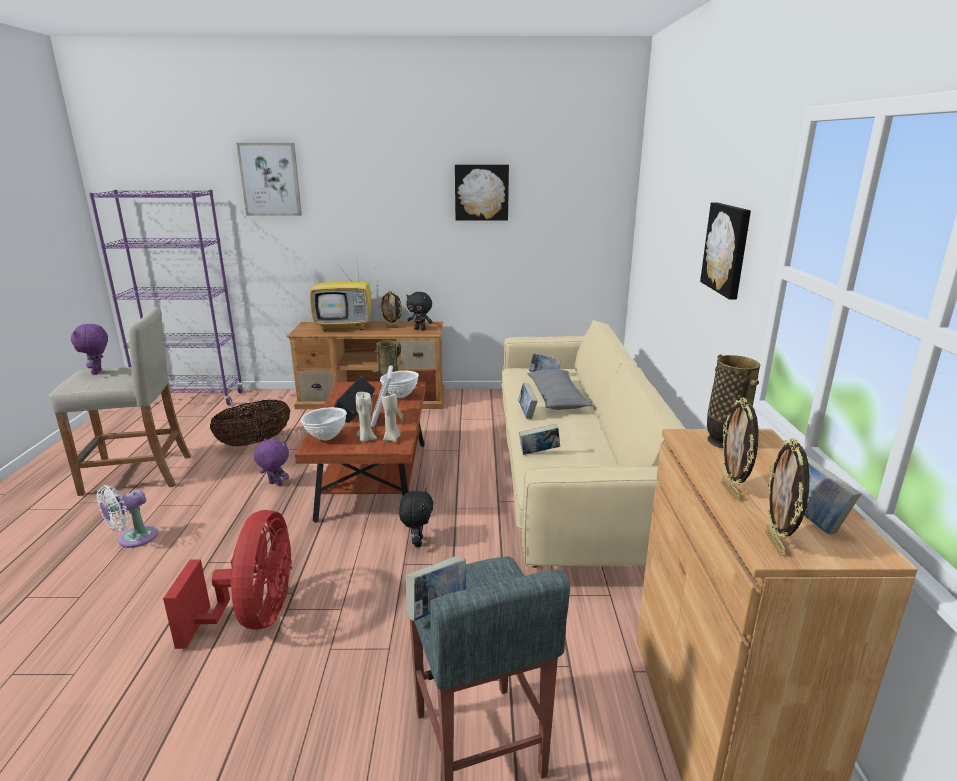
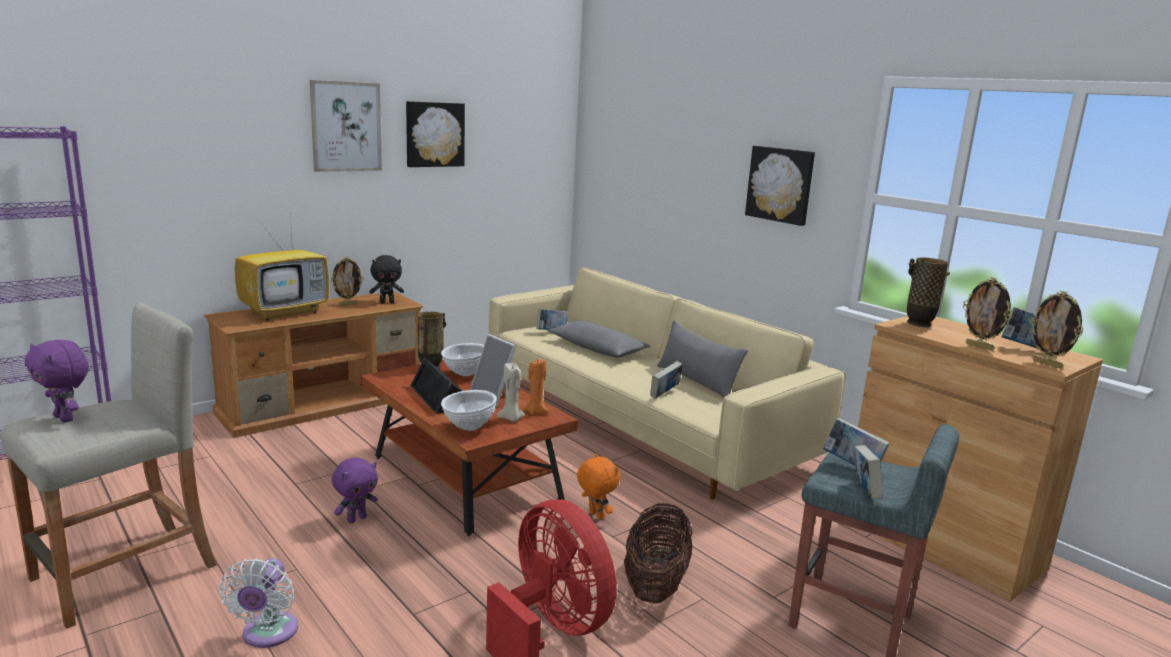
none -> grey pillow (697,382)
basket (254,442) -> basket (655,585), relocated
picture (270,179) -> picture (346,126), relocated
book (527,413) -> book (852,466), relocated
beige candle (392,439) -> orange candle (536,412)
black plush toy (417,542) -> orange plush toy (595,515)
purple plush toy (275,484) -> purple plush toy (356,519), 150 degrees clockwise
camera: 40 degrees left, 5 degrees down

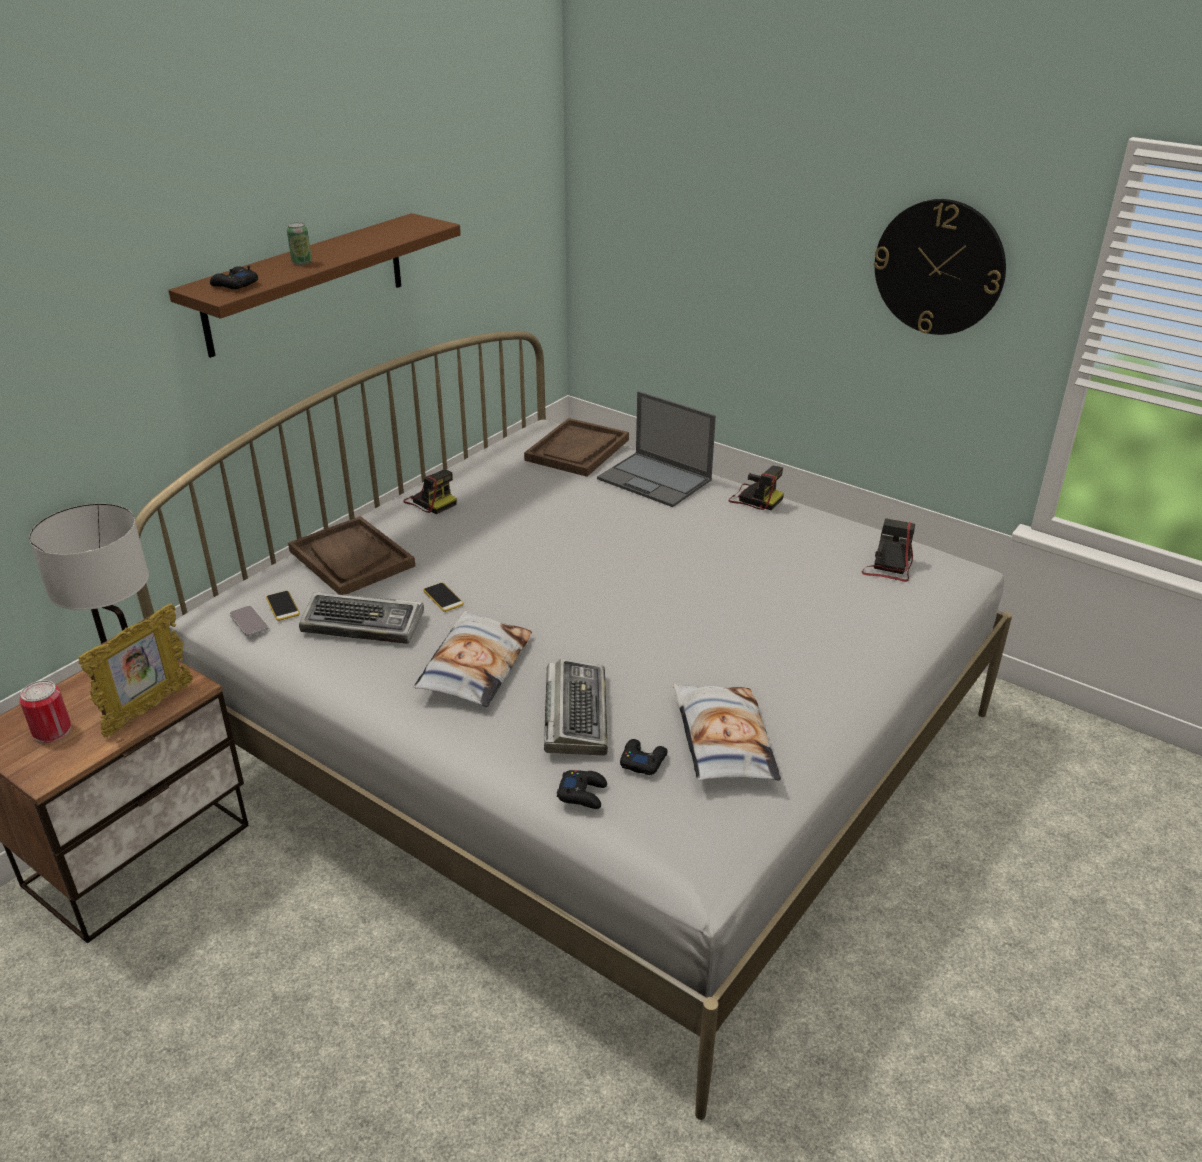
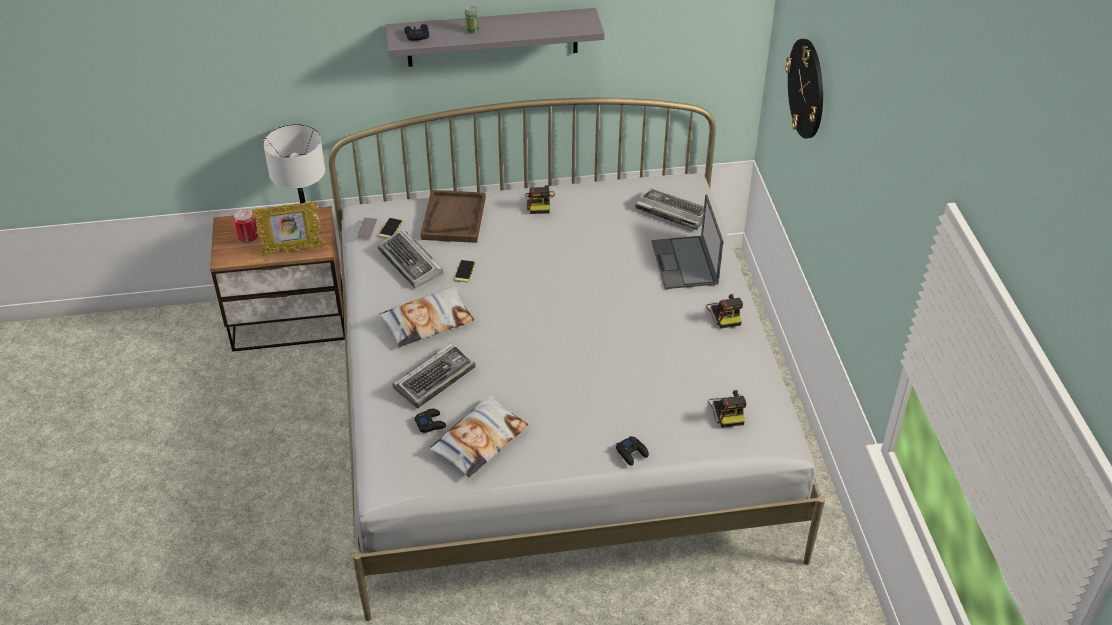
black game controller (582,793) -> black game controller (632,453), relocated
wall clock (939,267) -> wall clock (807,88), relocated
brown tray (577,450) -> keyboard (671,213)
brown shelf (306,283) -> grey shelf (492,37)
photo camera (889,566) -> photo camera (728,411), 105 degrees clockwise
camera: 45 degrees right, 10 degrees up

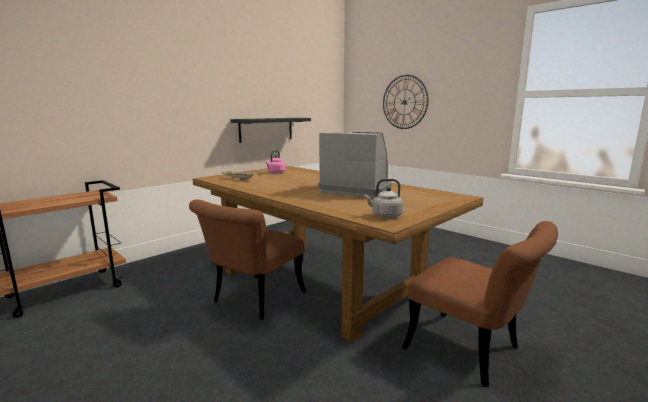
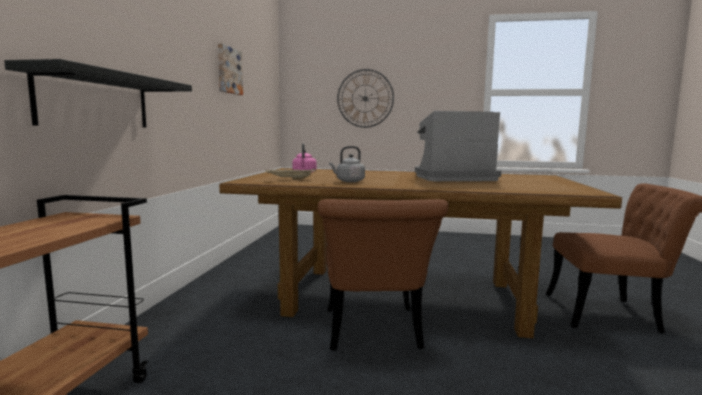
none -> picture (228,70)
black shelf (266,129) -> black shelf (96,101), relocated
grey kettle (385,215) -> grey kettle (349,181), relocated
camera: 35 degrees left, 5 degrees down

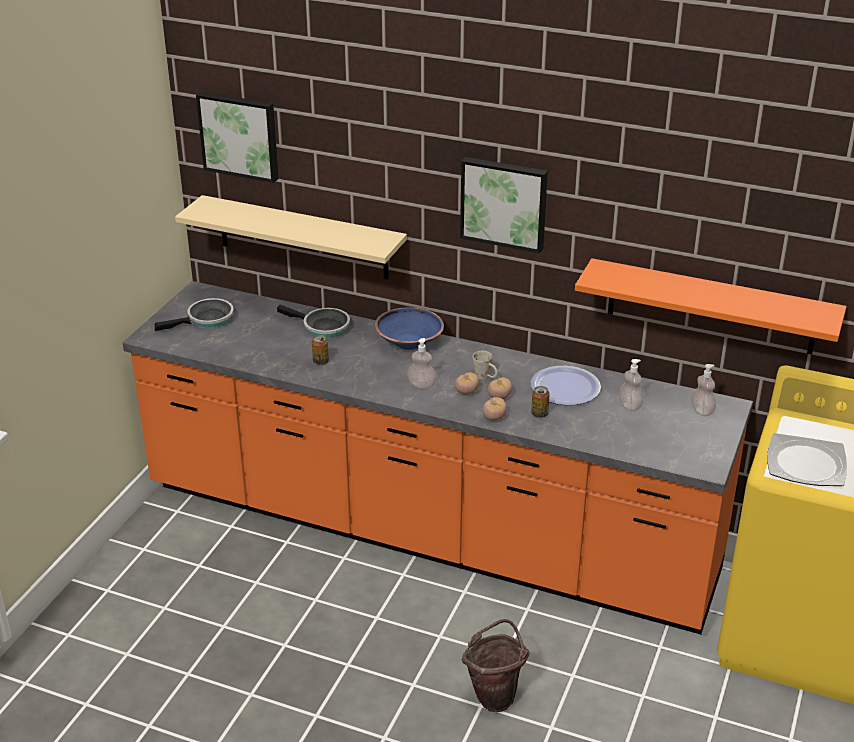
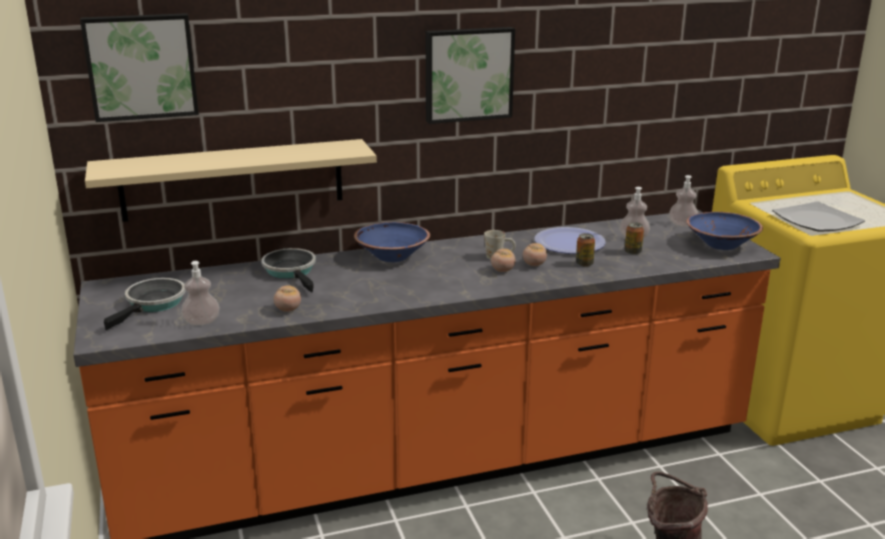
orange shelf (711,307) -> none
none -> blue bowl (721,245)
can (320,361) -> can (633,252), relocated
soap dispenser (421,385) -> soap dispenser (201,322), relocated
tomato (494,417) -> tomato (288,310), relocated
frying pan (322,327) -> frying pan (291,271), 105 degrees counterclockwise
camera: 40 degrees left, 10 degrees down

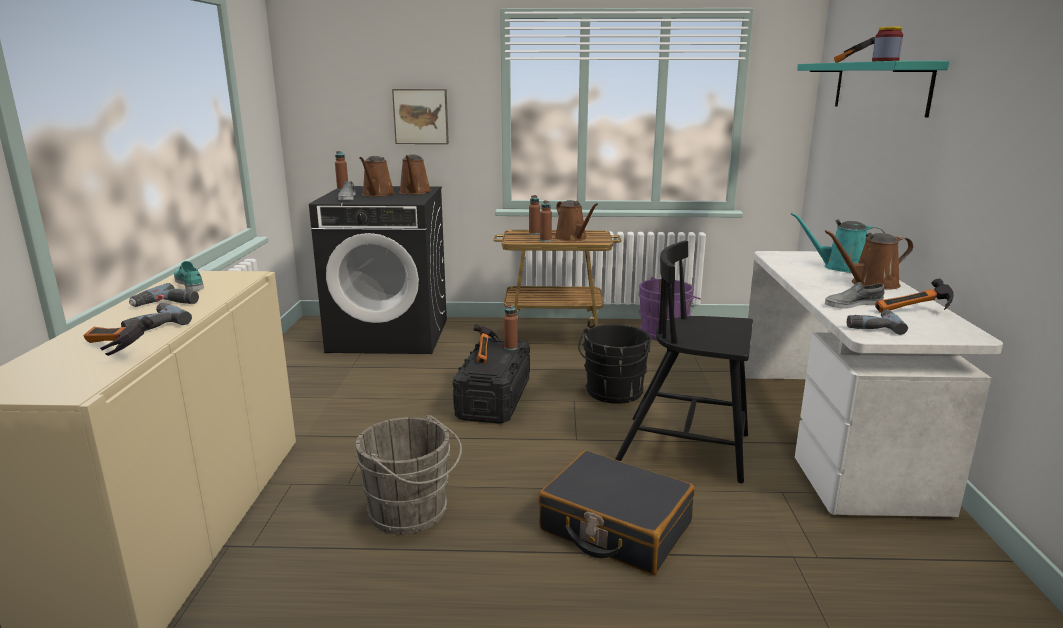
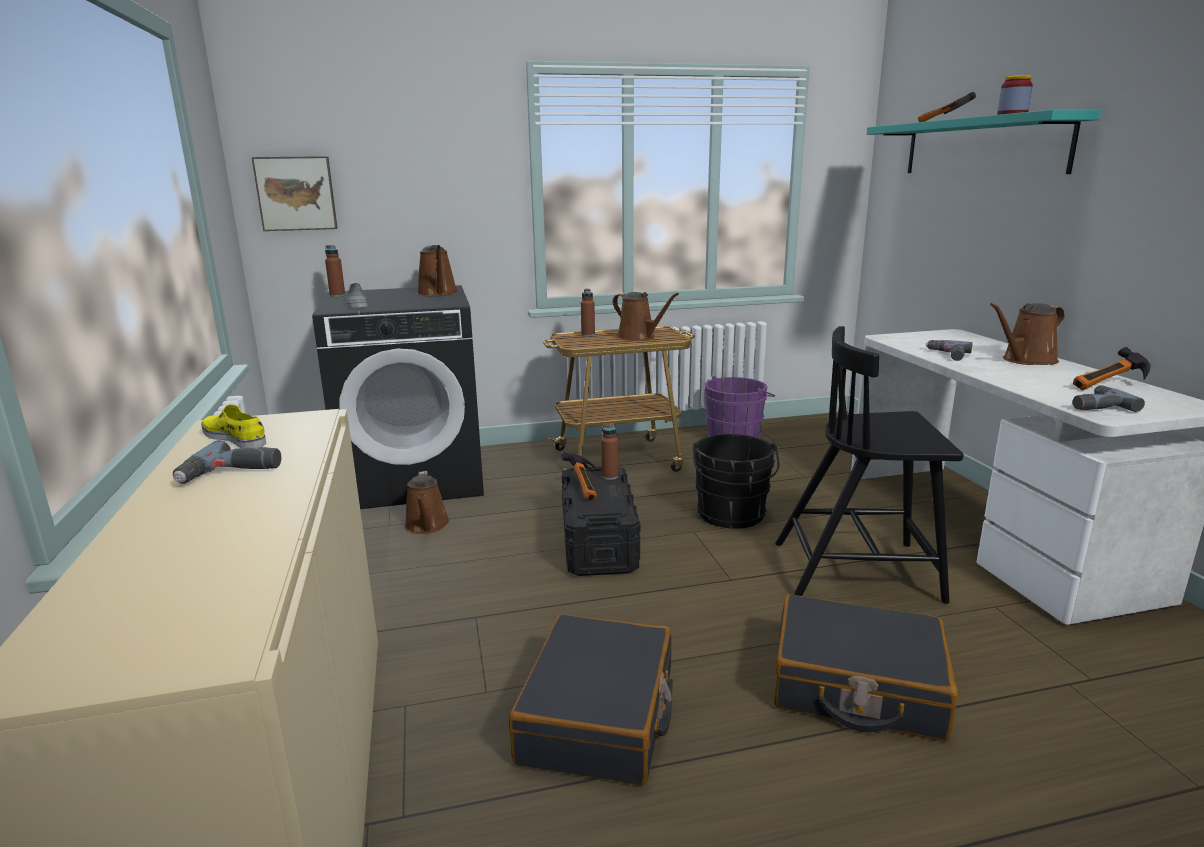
hammer (110,352) -> none
brown bottle (545,240) -> none
turquoise watering can (840,267) -> none
grey shoe (852,304) -> none
power drill (152,325) -> power drill (947,355), relocated
brown watering can (377,194) -> brown watering can (427,526), relocated
picture (421,116) -> picture (296,193), relocated
grey bucket (412,513) -> black suitcase (599,716)
turquoise shoe (190,283) -> yellow shoe (235,438)
camera: 15 degrees left, 0 degrees up

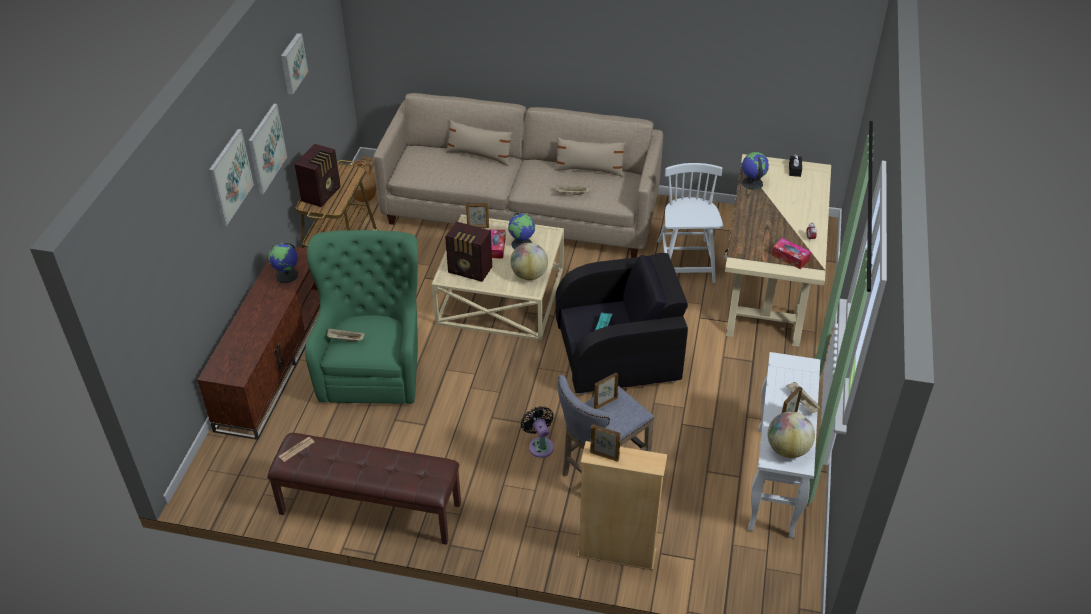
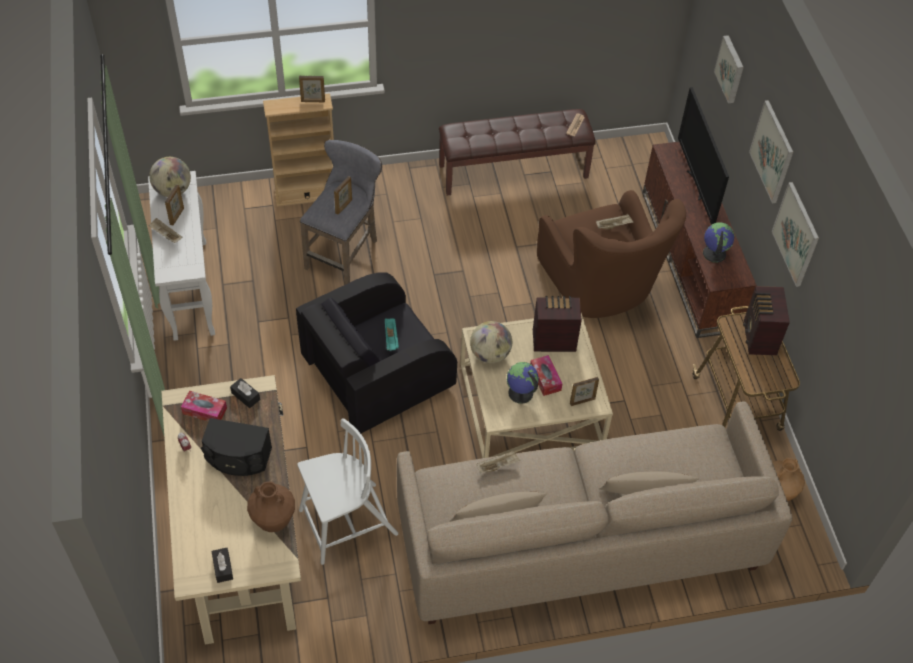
black fan (540,445) -> none
none -> black speaker (238,458)
none -> black tissue box (245,396)
none -> television (696,185)
picture (292,63) -> picture (731,69), relocated
globe (752,183) -> brown vase (274,521)
green armchair (373,364) -> brown armchair (601,286)
white chair (685,263) -> white chair (346,523), 90 degrees counterclockwise
camera: 155 degrees right, 10 degrees up

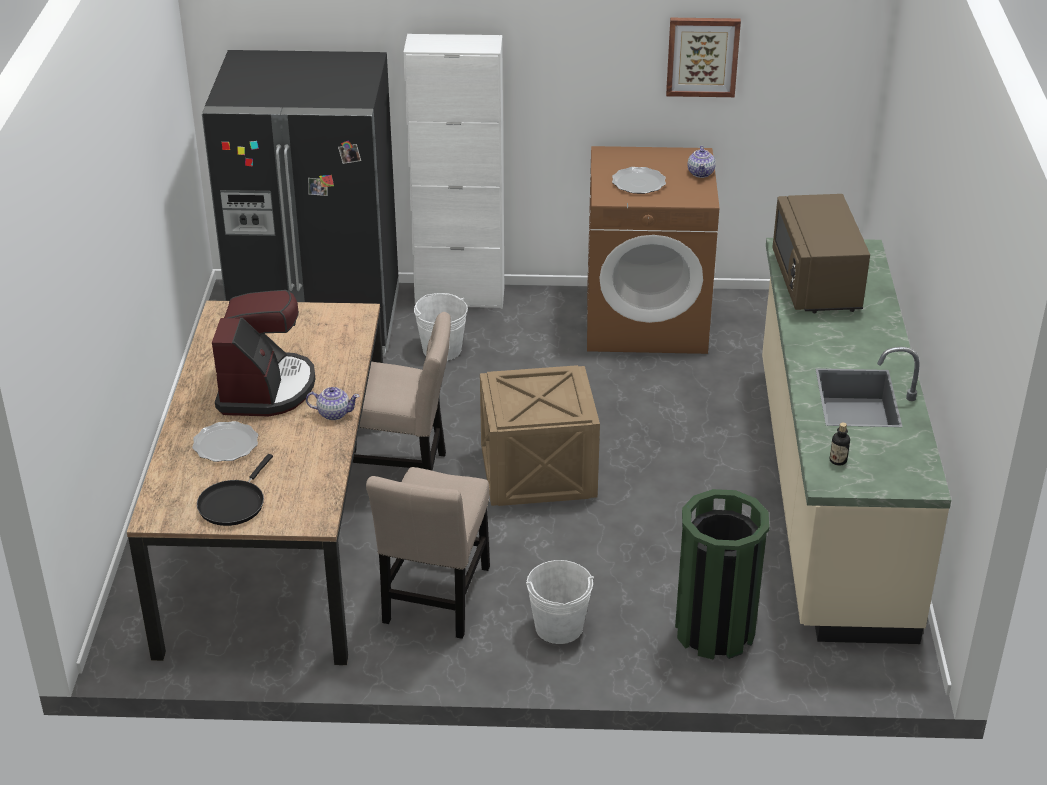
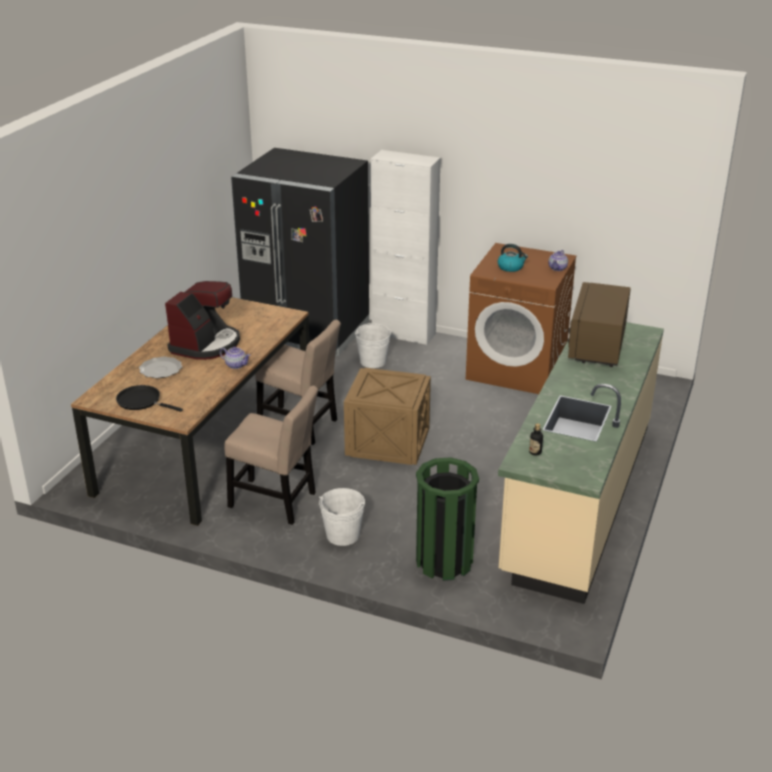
picture (702,56) -> none
plate (638,183) -> kettle (511,267)
black frying pan (234,503) -> black frying pan (141,401), 75 degrees clockwise
beige chair (436,600) -> beige chair (276,501), 105 degrees counterclockwise
camera: 20 degrees right, 5 degrees down

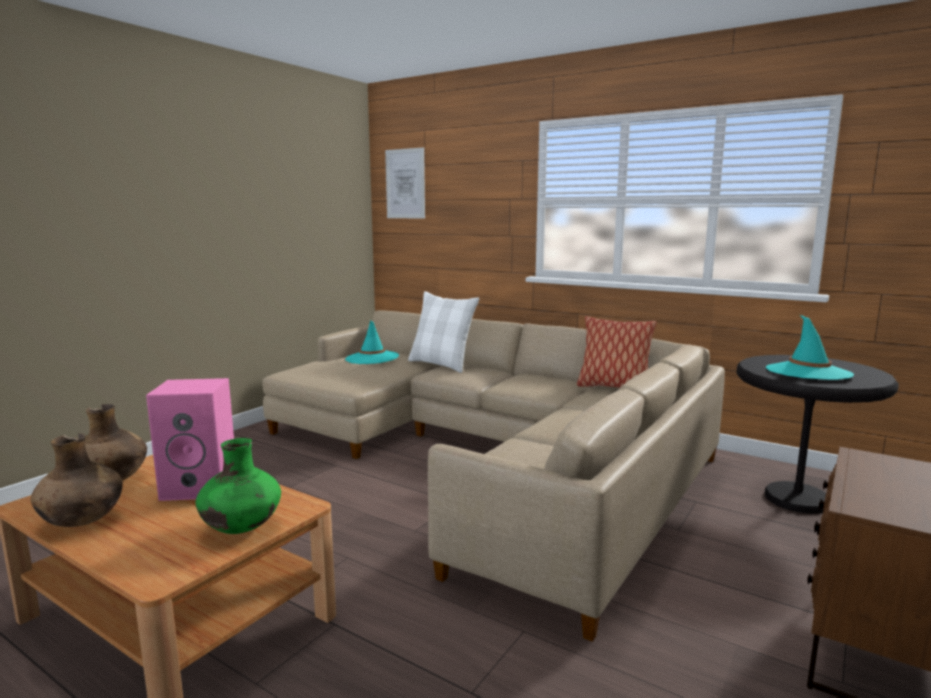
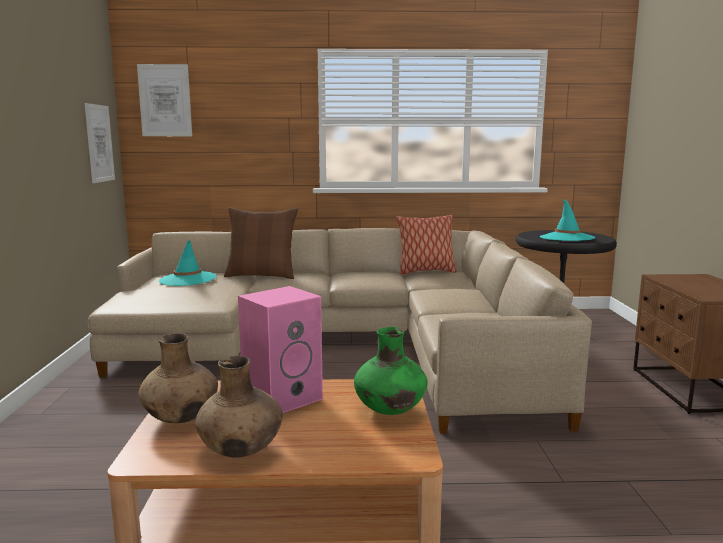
none -> picture (99,143)
white pillow (441,364) -> brown pillow (261,275)
camera: 35 degrees left, 0 degrees up

